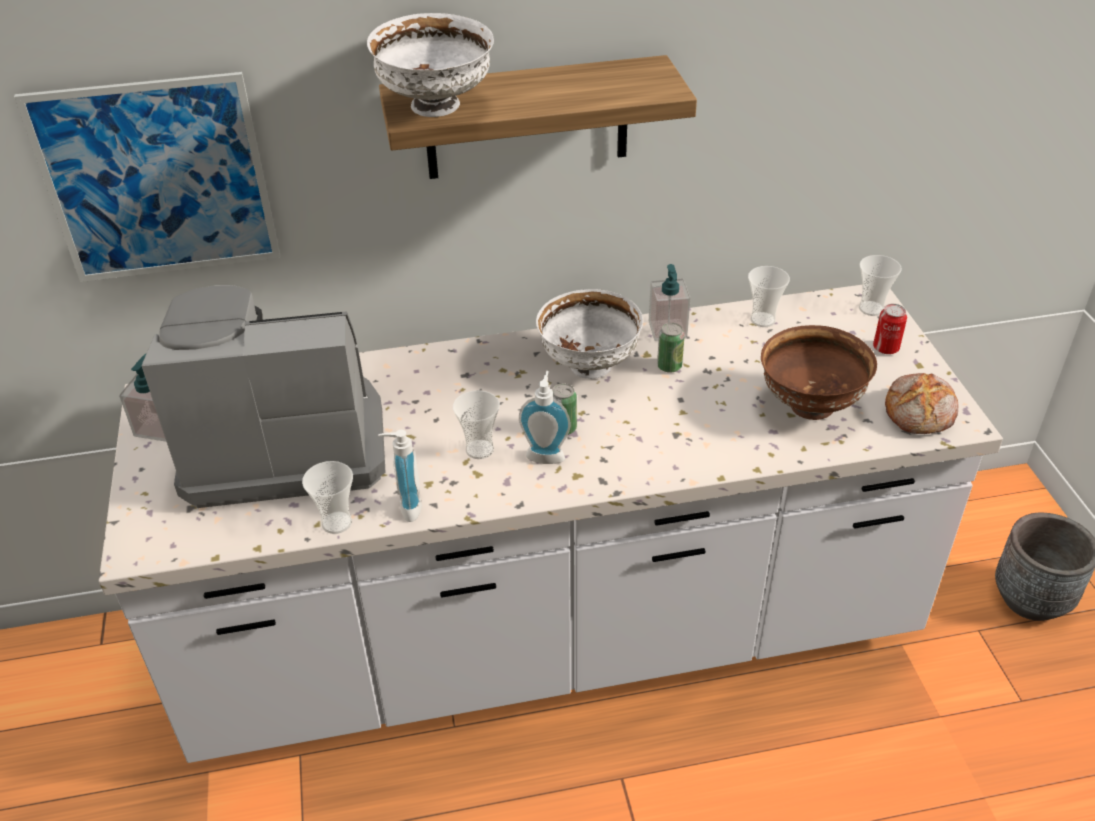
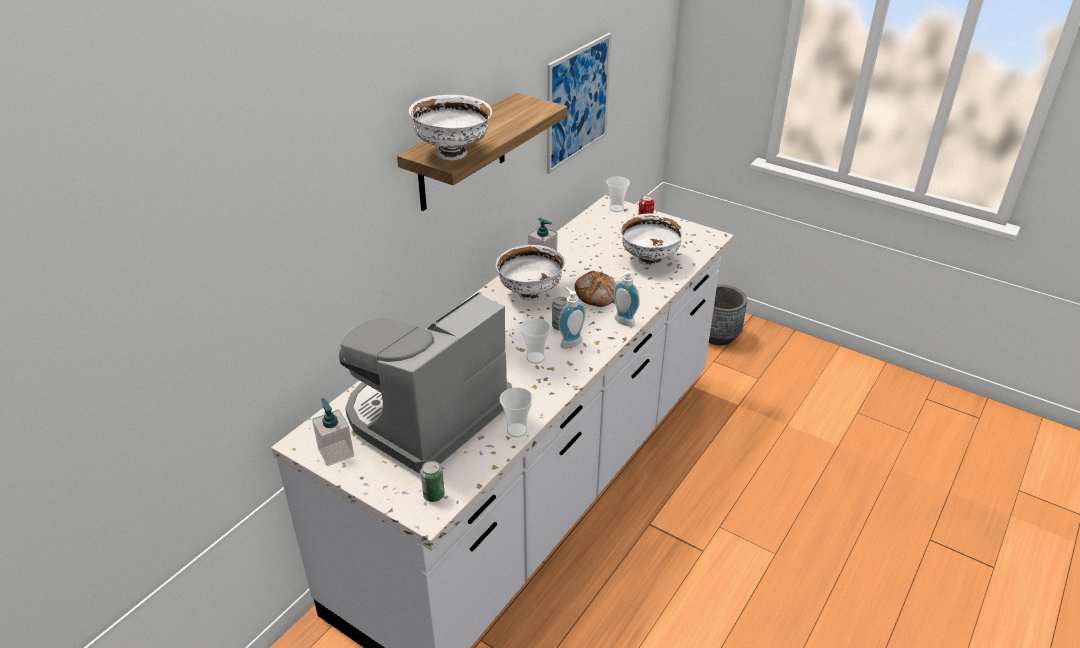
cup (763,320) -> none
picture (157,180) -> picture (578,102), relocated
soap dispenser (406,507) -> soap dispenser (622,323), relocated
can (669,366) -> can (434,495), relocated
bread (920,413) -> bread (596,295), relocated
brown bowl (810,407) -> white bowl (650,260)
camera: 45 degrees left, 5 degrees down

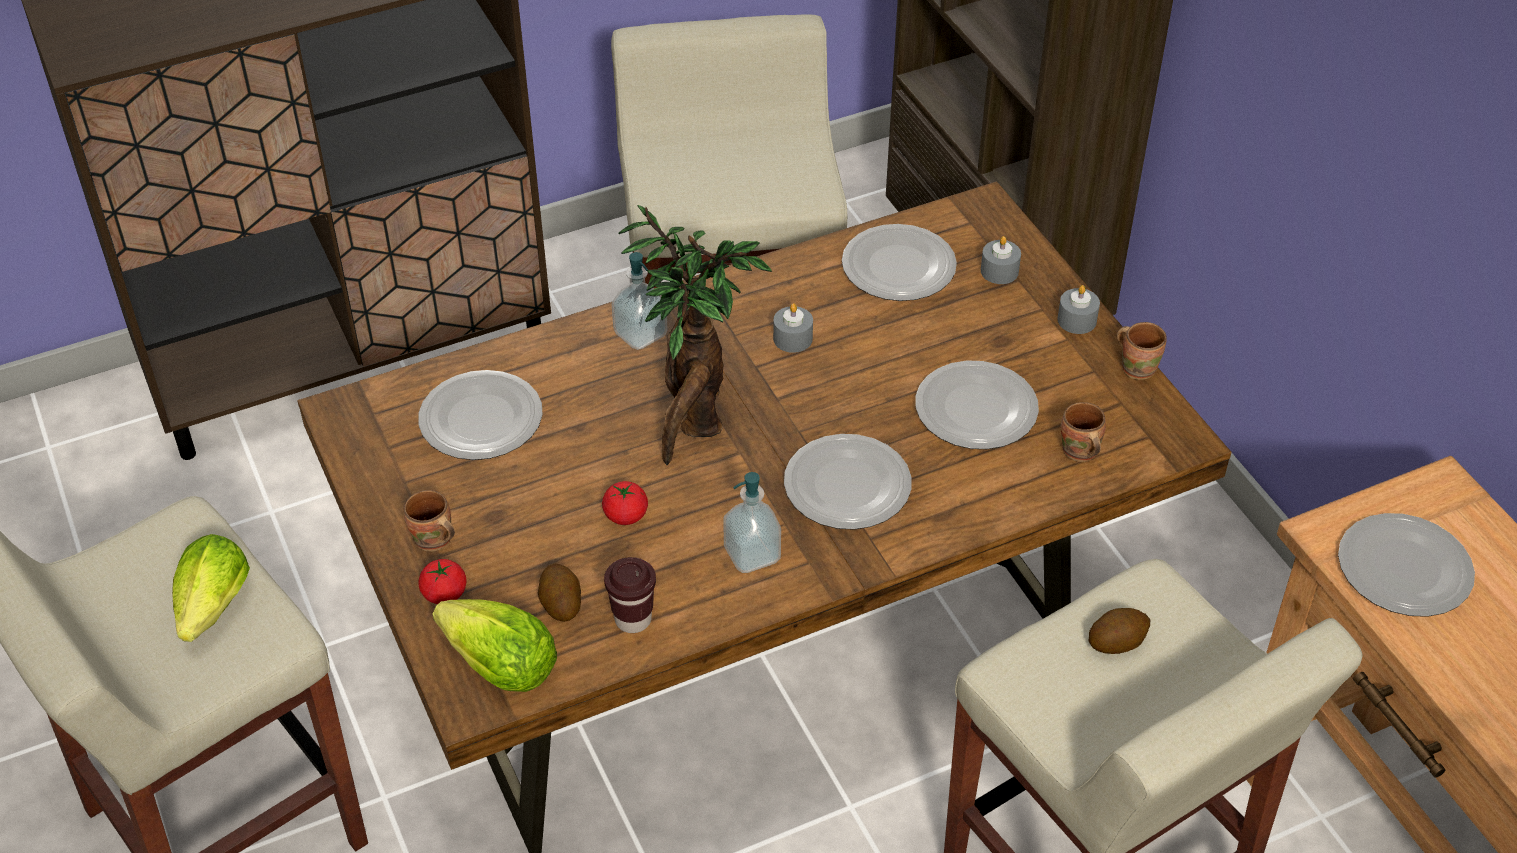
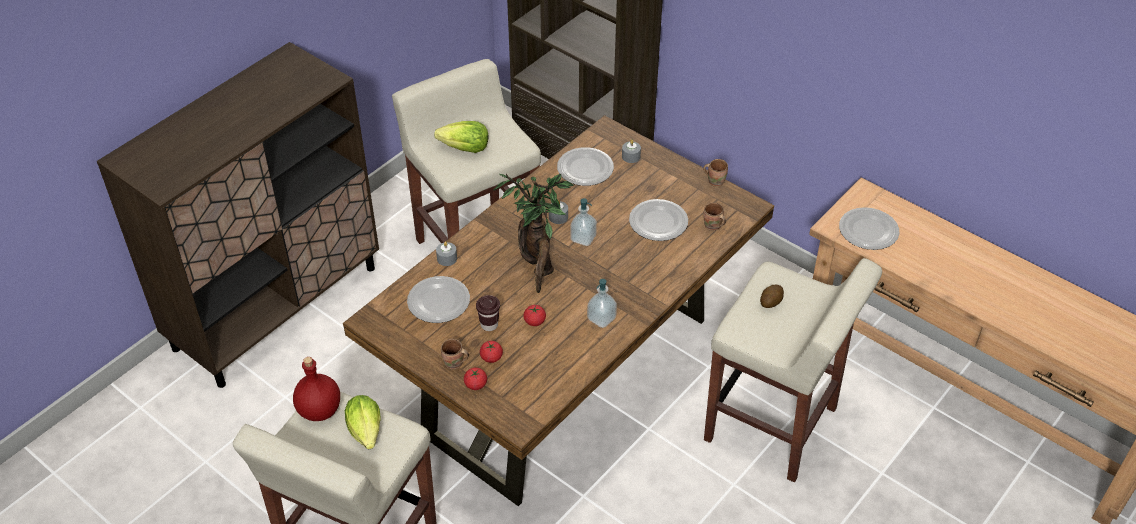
potato (560,603) -> none
plate (847,487) -> none
none -> red bottle (319,411)
none -> tomato (491,357)
lettuce (501,668) -> lettuce (465,149), relocated
brown cup (633,619) -> brown cup (489,325), relocated
soap dispenser (640,334) -> soap dispenser (583,238), relocated
grey candle (1077,320) -> grey candle (447,258), relocated
camera: 25 degrees left, 0 degrees up

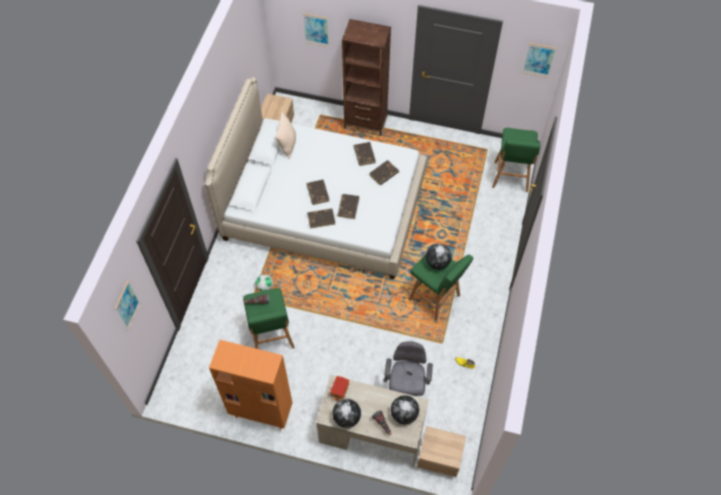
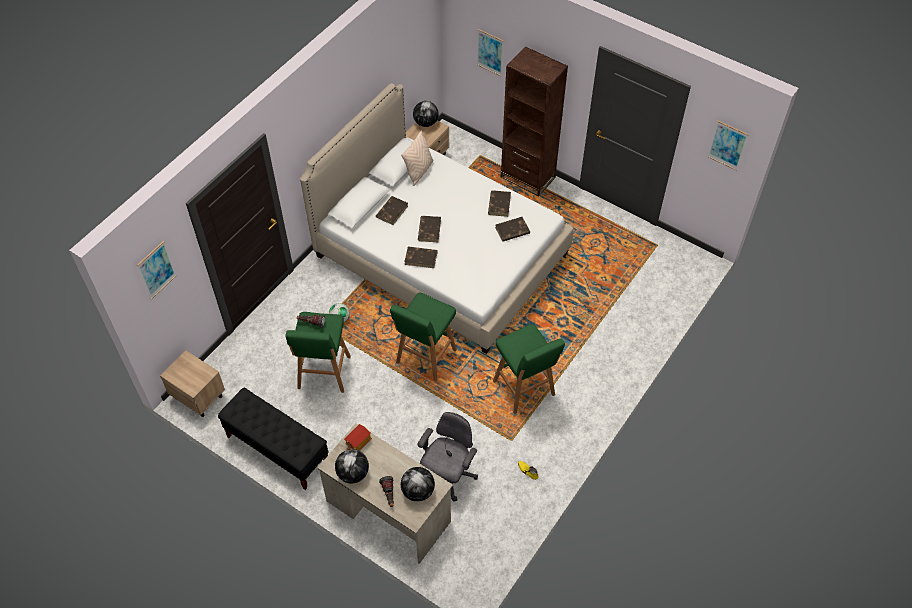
brown book (348,207) -> brown book (392,211), relocated
beige nightstand (438,458) -> beige nightstand (198,396), relocated
globe (437,262) -> globe (426,123), relocated
green stool (510,178) -> green stool (425,358), relocated
orange bookcase (261,413) -> black bench (277,449)
camera: 20 degrees right, 5 degrees down

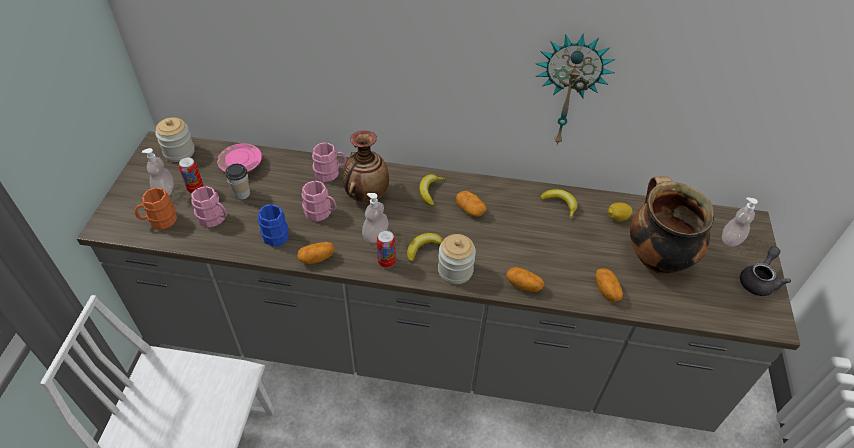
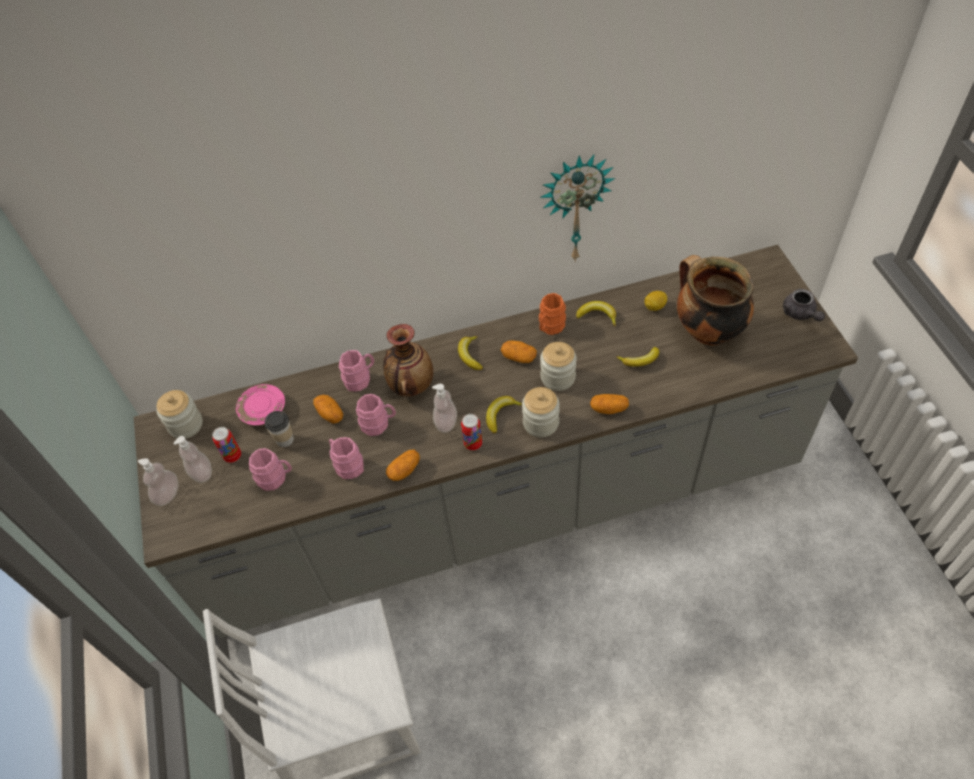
none -> jar (558,377)
none -> banana (640,360)
orange mug (159,221) -> orange mug (550,327), relocated
potato (606,290) -> potato (330,414), relocated
soap dispenser (731,239) -> soap dispenser (168,494), relocated
blue mug (275,233) -> pink mug (347,464)
grey teapot (759,280) -> grey teapot (800,314), 150 degrees clockwise
camera: 20 degrees left, 5 degrees up

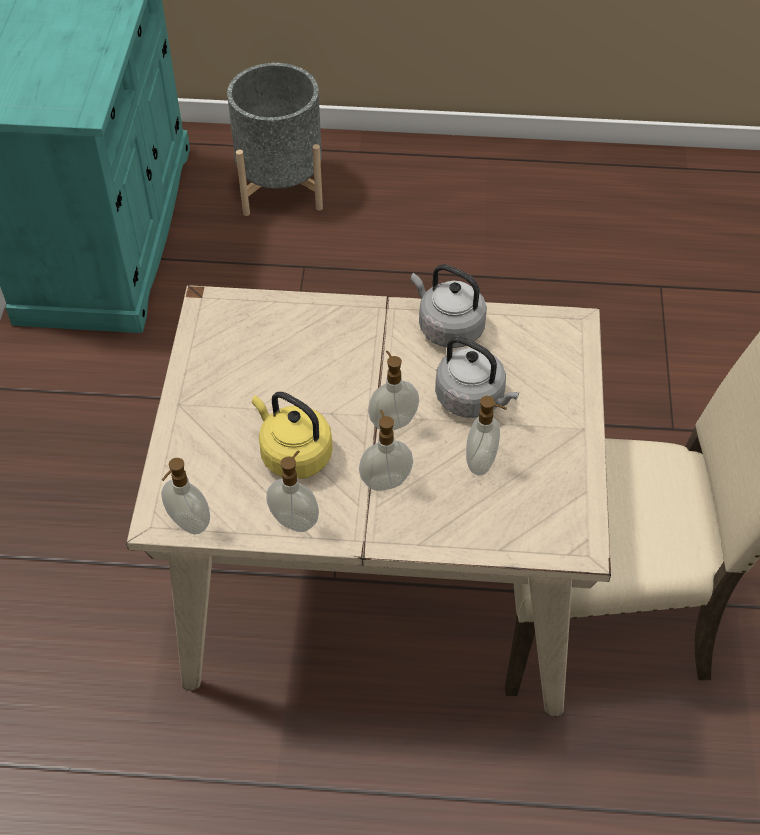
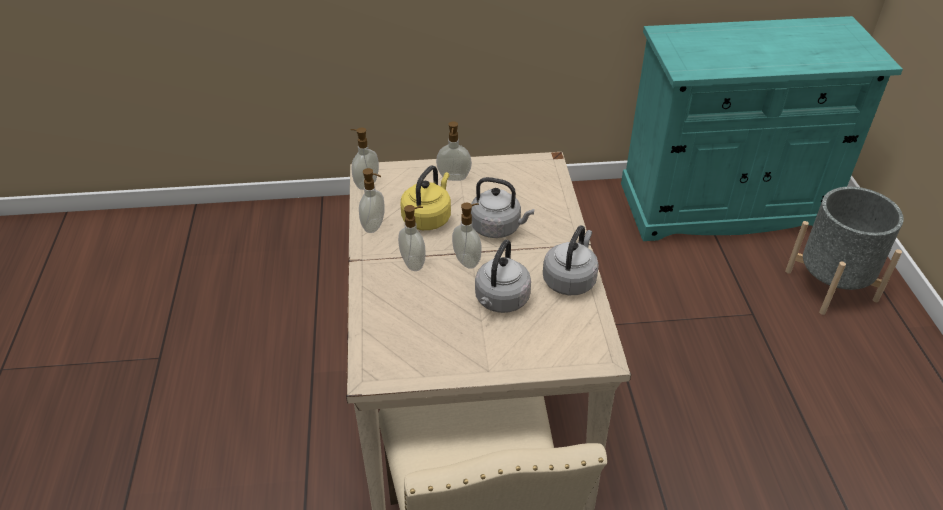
none -> grey kettle (498,228)
soap dispenser (482,462) -> soap dispenser (454,178), relocated
camera: 80 degrees right, 10 degrees down

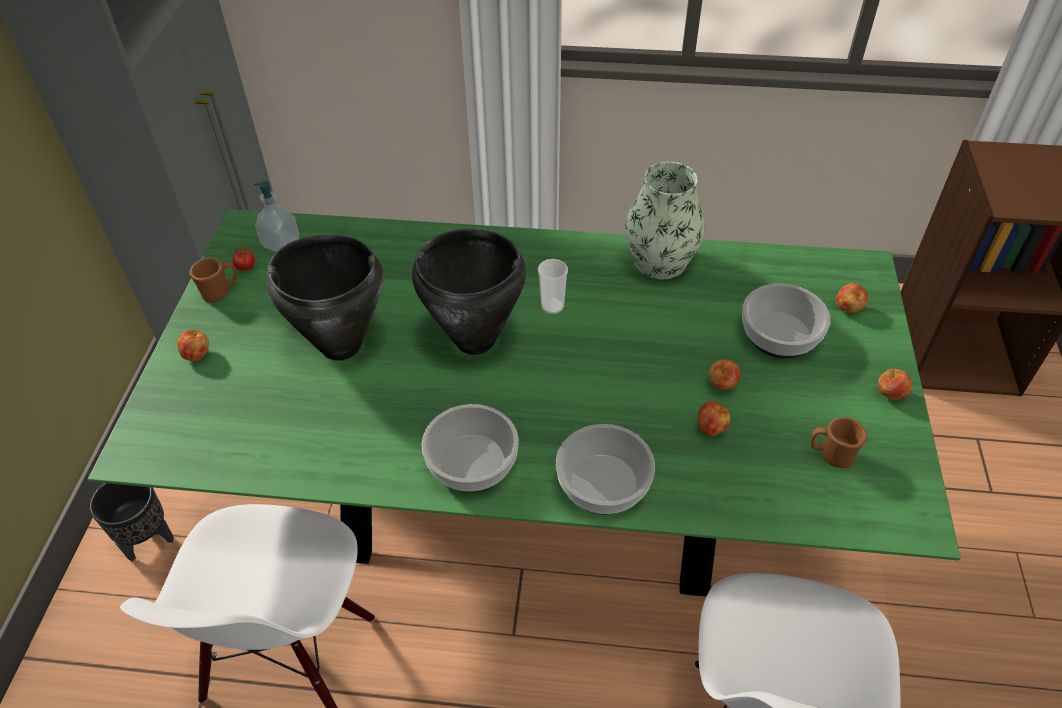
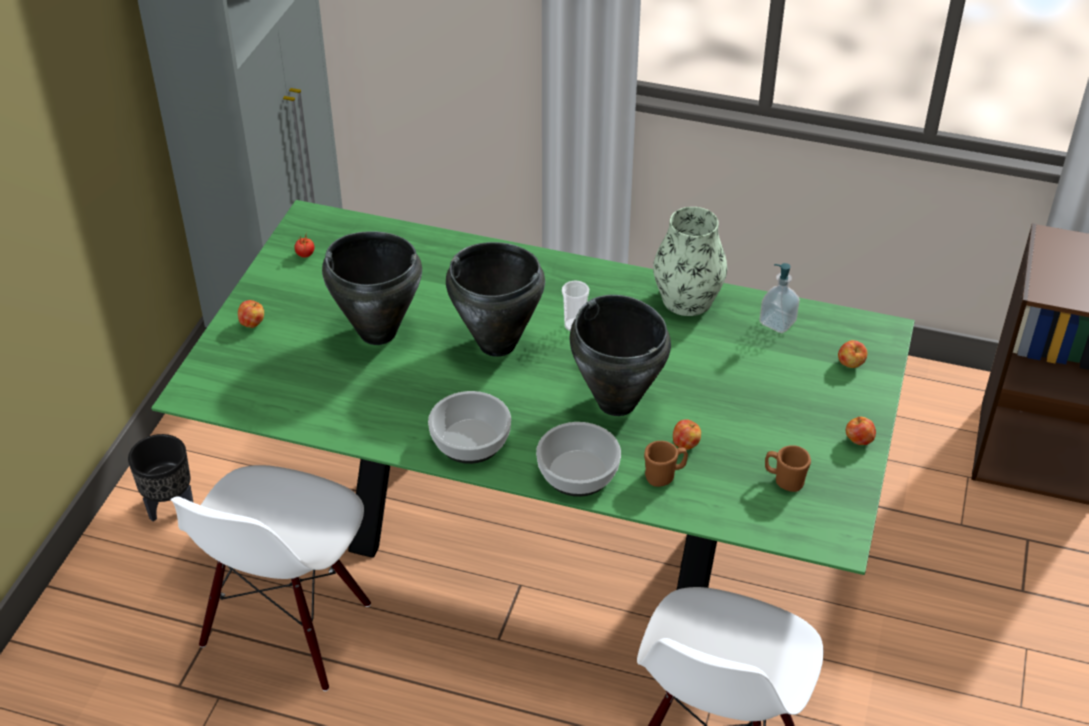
apple (722,385) -> none
bowl (779,334) -> none
none -> black cooking pot (617,402)
brown mug (220,292) -> brown mug (664,476), relocated
soap dispenser (281,243) -> soap dispenser (777,322), relocated
camera: 10 degrees right, 5 degrees down

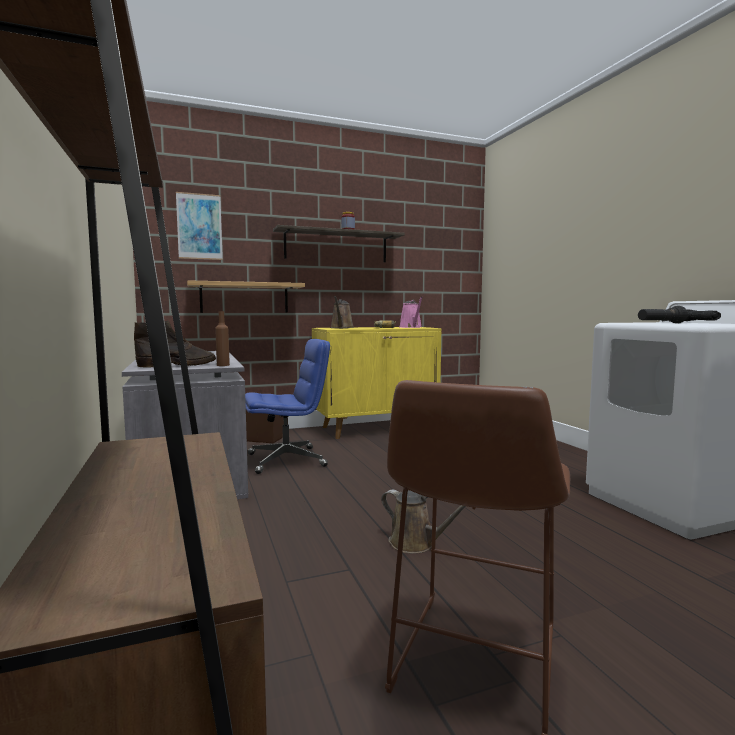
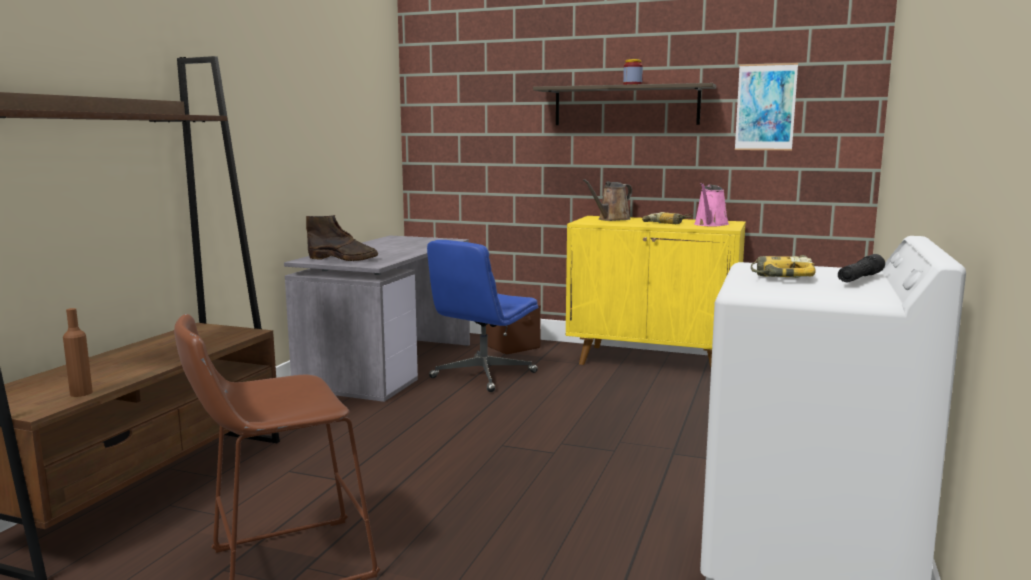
shelf (244,298) -> none
brown watering can (415,543) -> none
picture (199,226) -> picture (765,107), relocated
brown bottle (223,365) -> brown bottle (81,393), relocated
black flashlight (661,323) -> power drill (781,275)
blue office chair (287,460) -> blue office chair (483,375), 105 degrees clockwise
camera: 40 degrees right, 5 degrees up

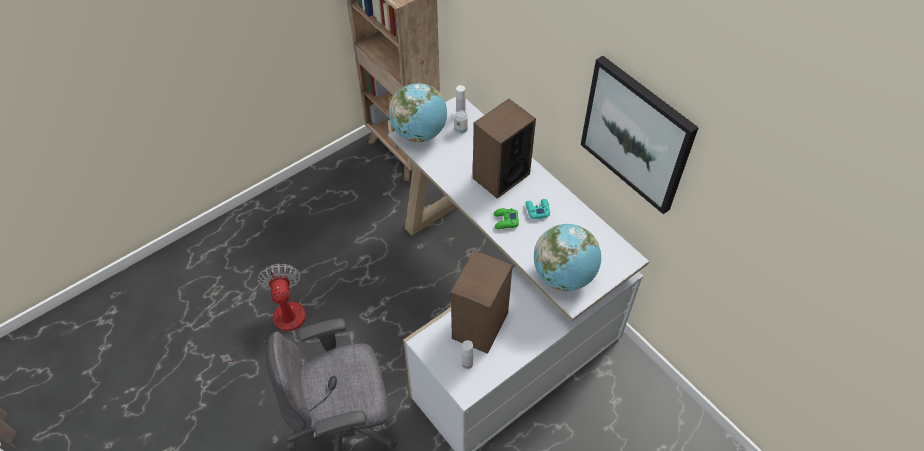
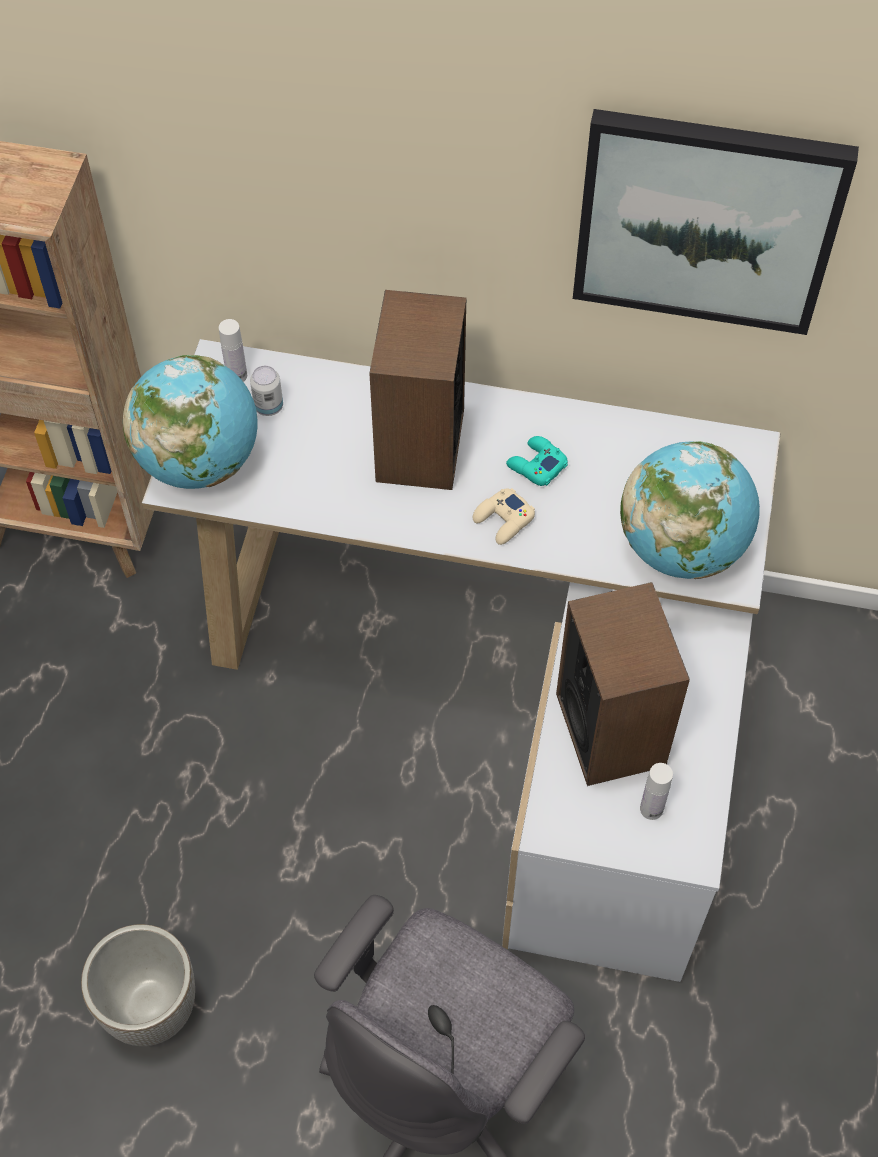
fan (279,325) -> planter (151,1009)
green game controller (505,221) -> beige game controller (503,520)
camera: 40 degrees left, 5 degrees up

